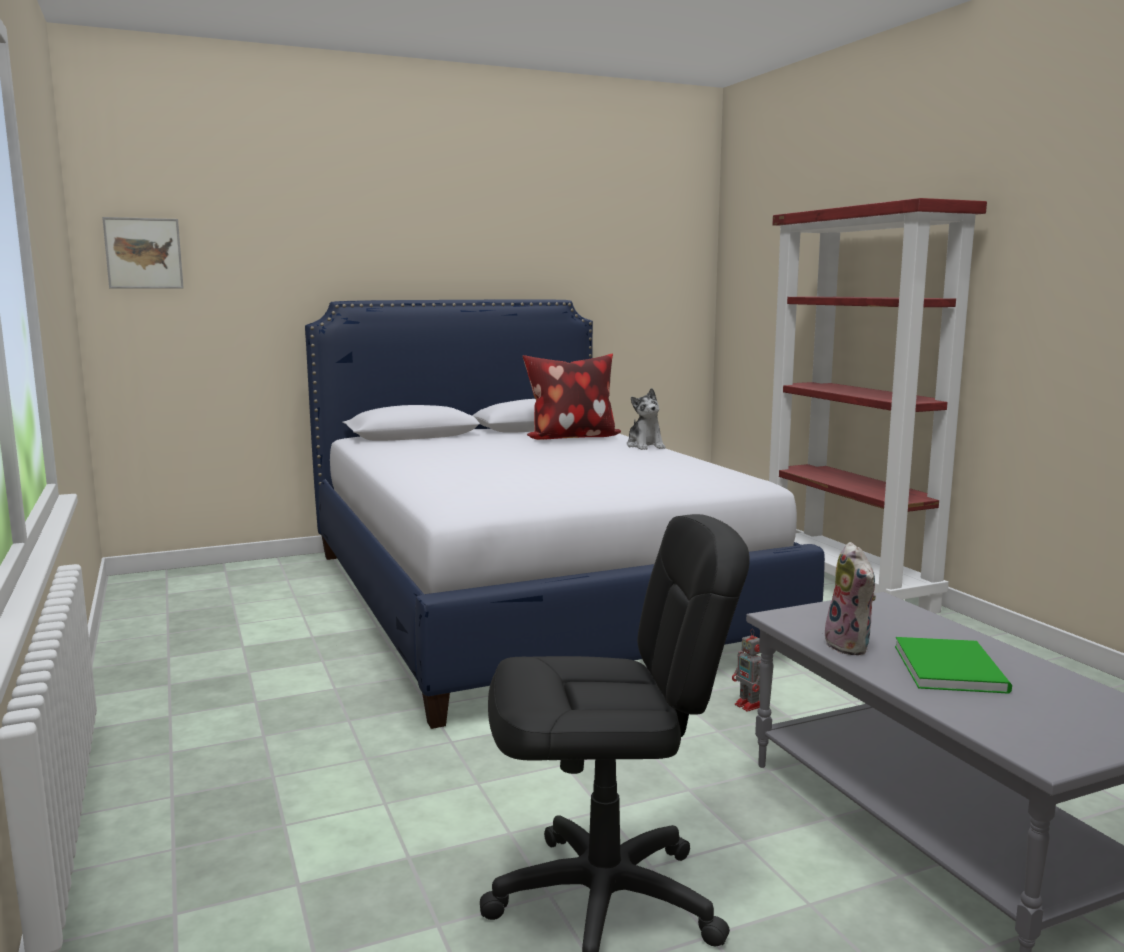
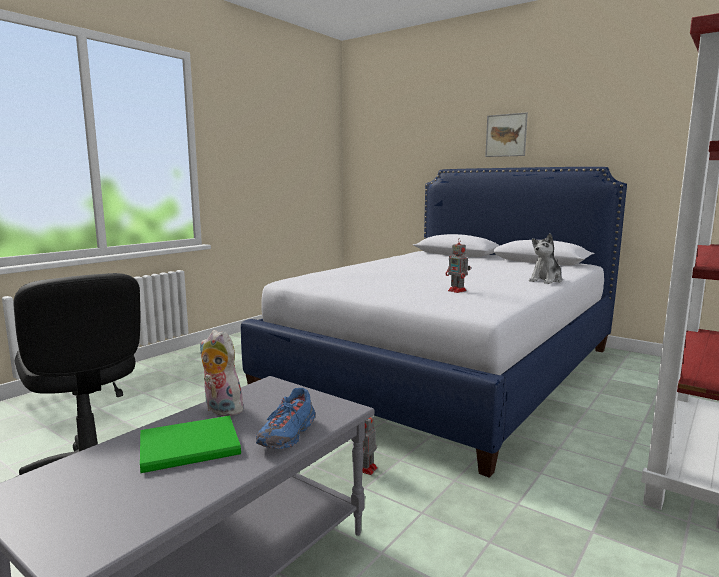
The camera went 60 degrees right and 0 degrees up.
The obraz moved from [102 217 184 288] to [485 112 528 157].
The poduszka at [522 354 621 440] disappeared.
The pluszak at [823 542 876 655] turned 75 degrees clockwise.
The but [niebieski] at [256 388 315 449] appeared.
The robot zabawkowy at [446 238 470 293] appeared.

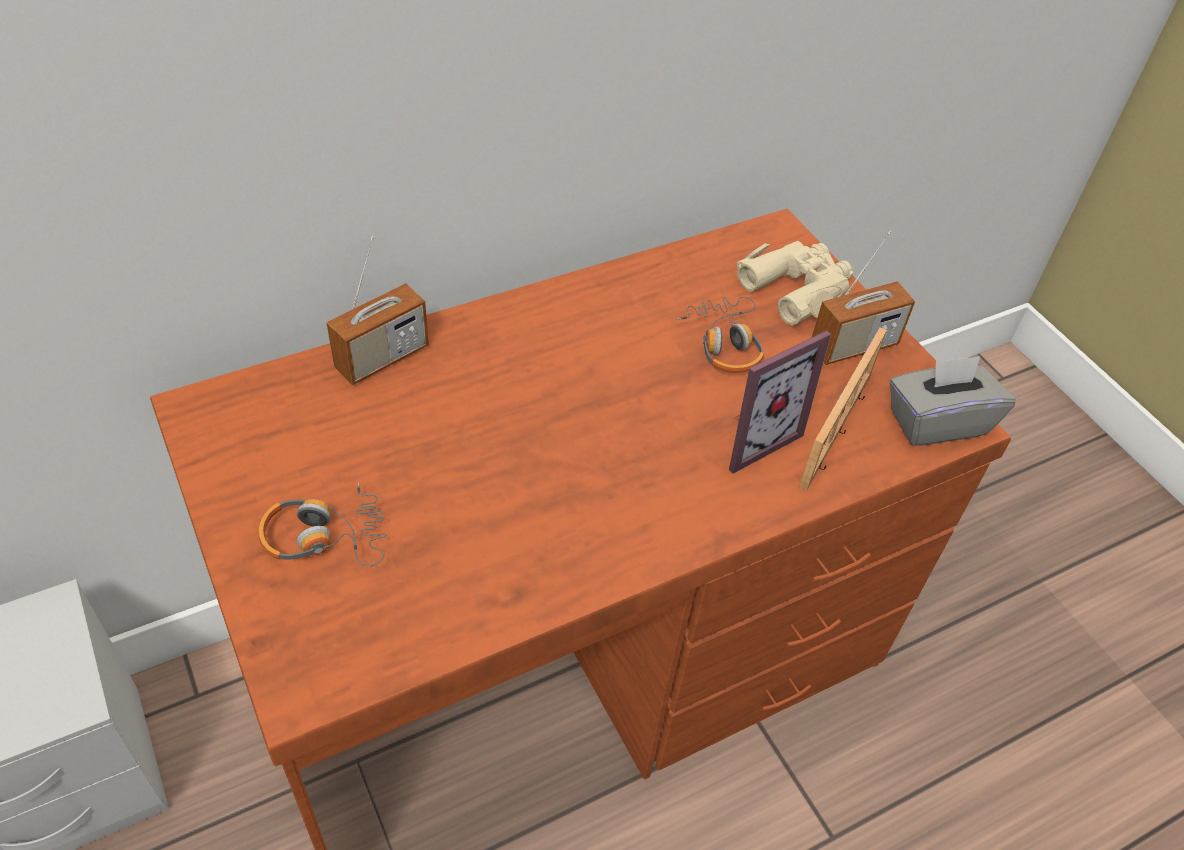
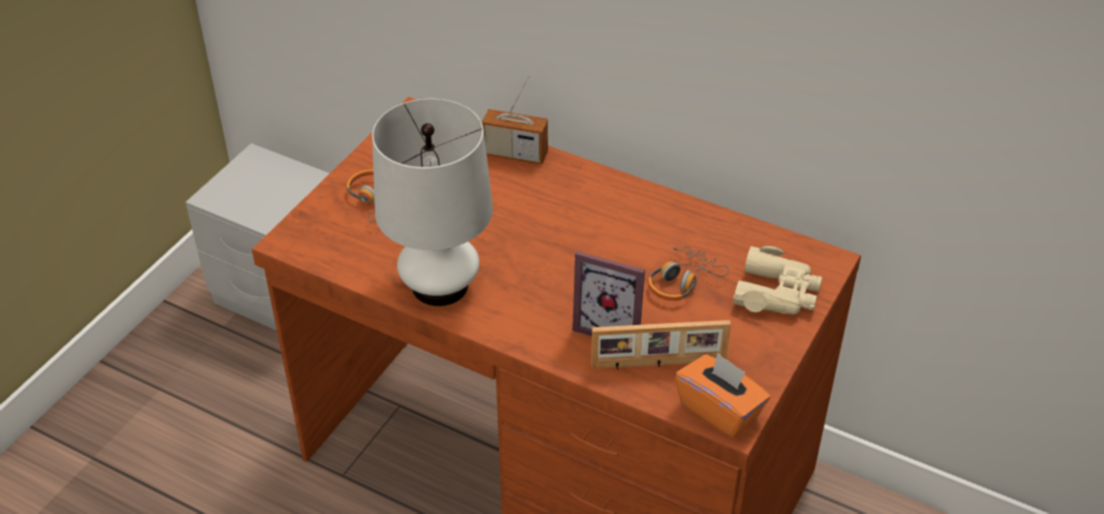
The camera went 60 degrees right and 5 degrees down.
The radio at [812 231 915 365] disappeared.
The pudełko chusteczek [szary] at [890 356 1016 446] became the pudełko chusteczek [pomarańczowy] at [675 353 770 438].
The lampa stołowa [biały] at [372 99 493 306] appeared.

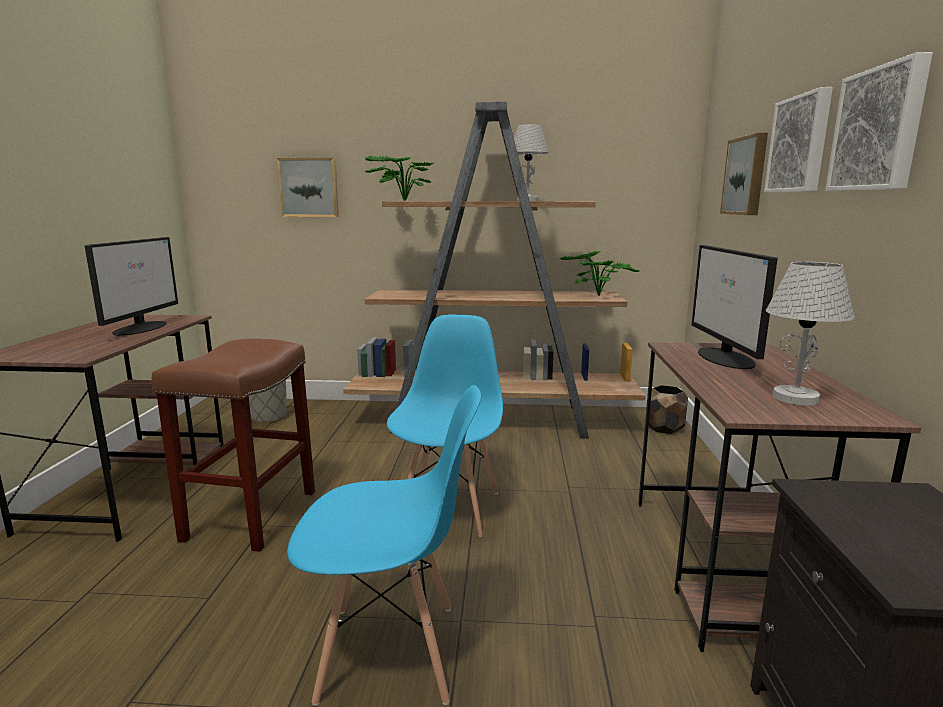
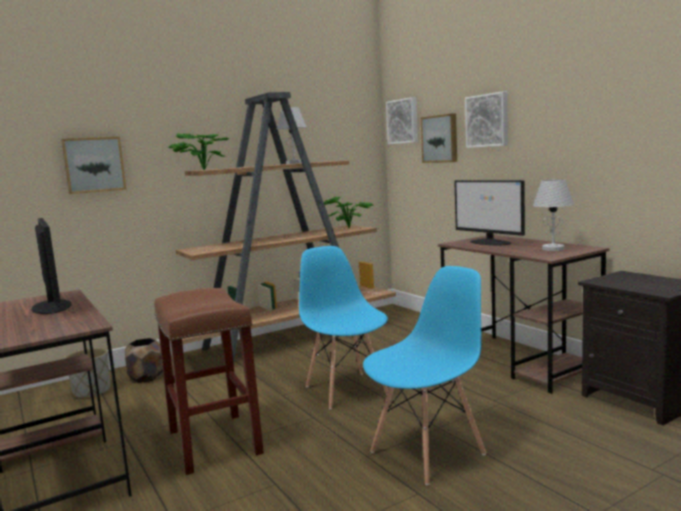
The camera went 35 degrees left and 5 degrees down.
The donica [brązowy] moved from [649 385 688 434] to [125 338 163 383].
The obraz moved from [825 52 933 191] to [386 97 418 144].

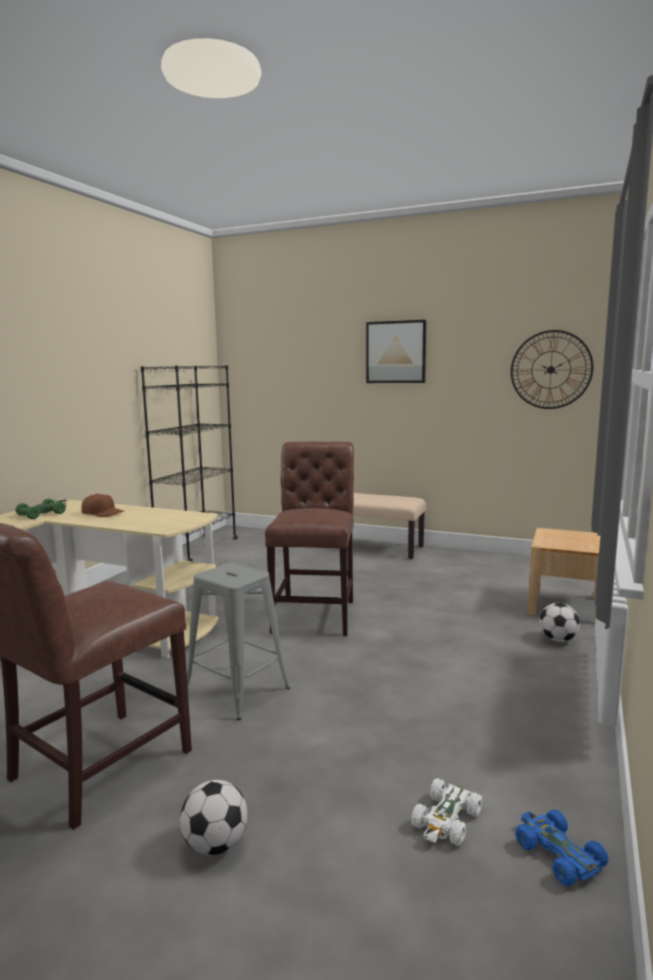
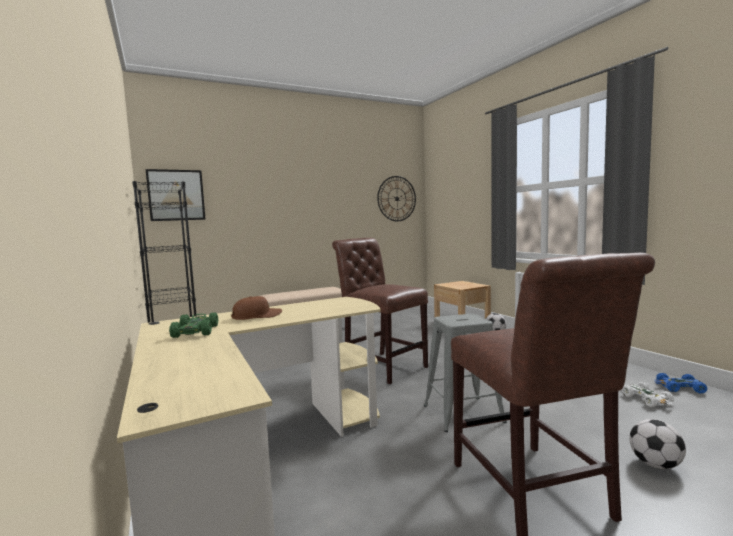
The camera went 50 degrees left and 5 degrees down.
The obraz moved from [366 320 426 383] to [145 169 206 221].

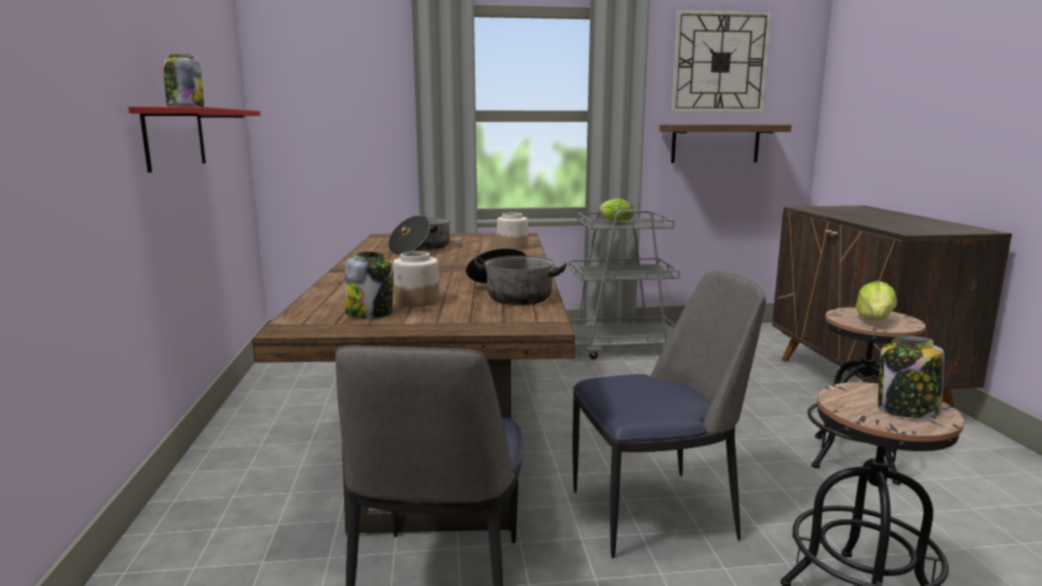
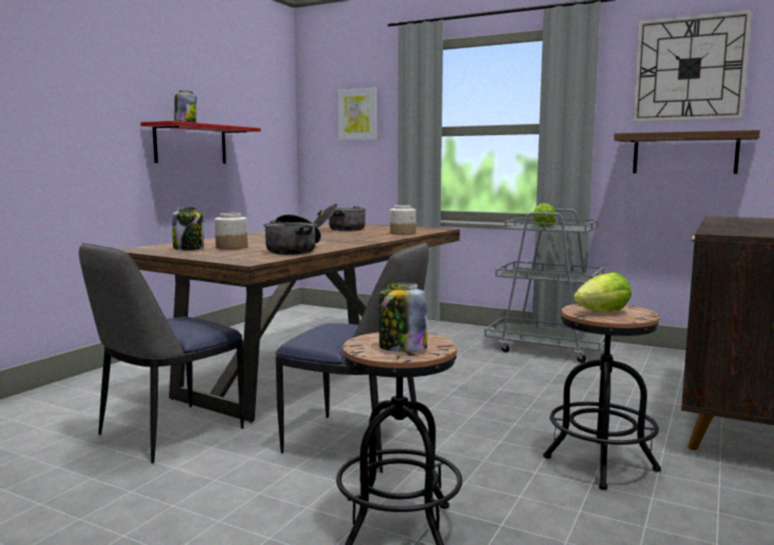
The camera went 35 degrees right and 5 degrees down.
The obraz at [338 88 377 140] appeared.

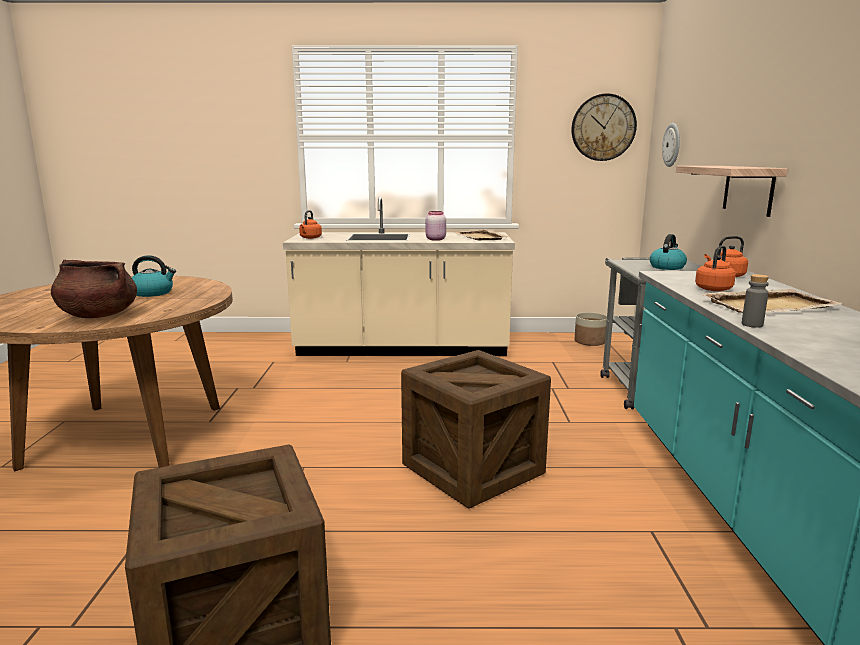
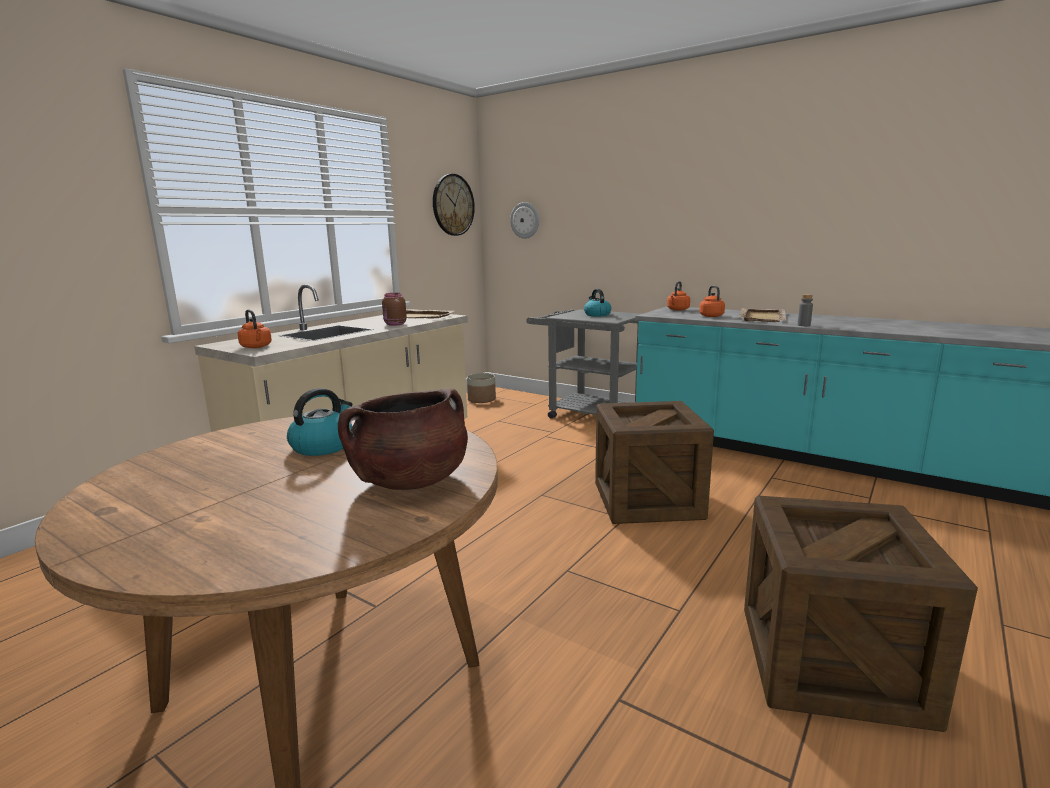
The camera went 55 degrees left and 0 degrees up.
The słoik [różowy] at [426 211 446 241] became the słoik [brązowy] at [382 293 407 326].
The półka at [676 166 788 217] disappeared.

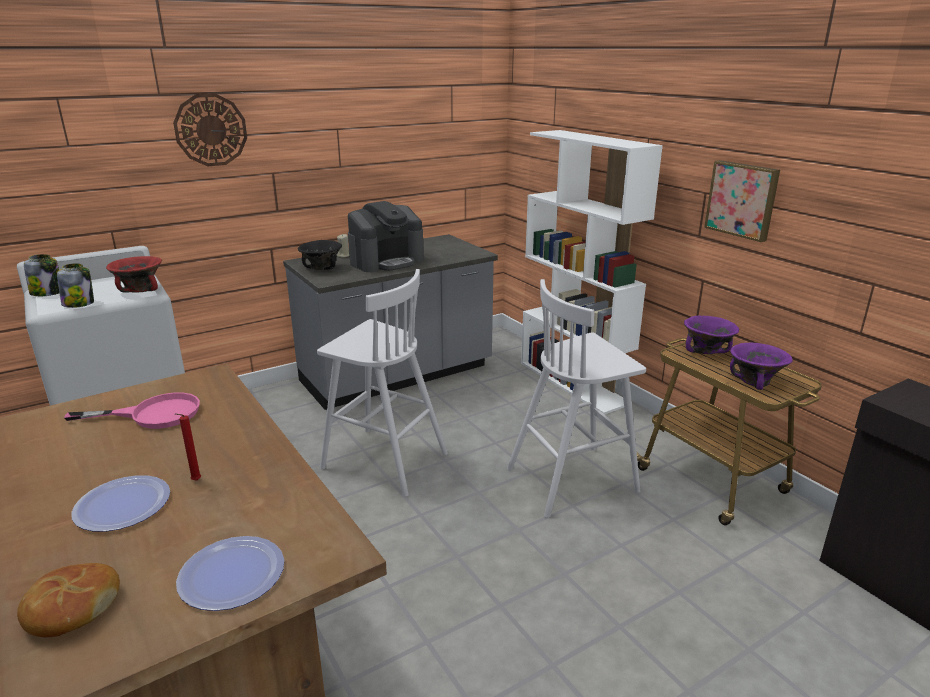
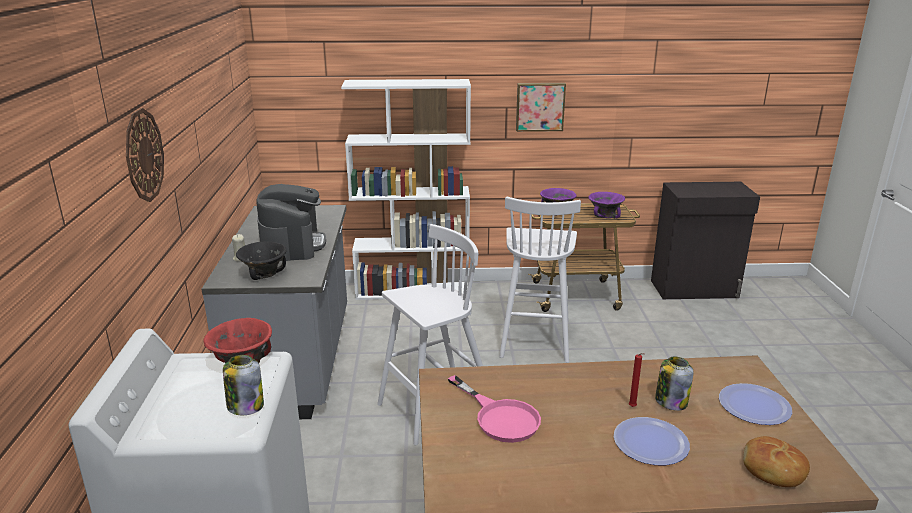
The camera went 60 degrees left and 0 degrees up.
The słoik moved from [24 254 59 296] to [655 356 694 411].
The patelnia [różowy] at [64 392 200 429] turned 120 degrees clockwise.

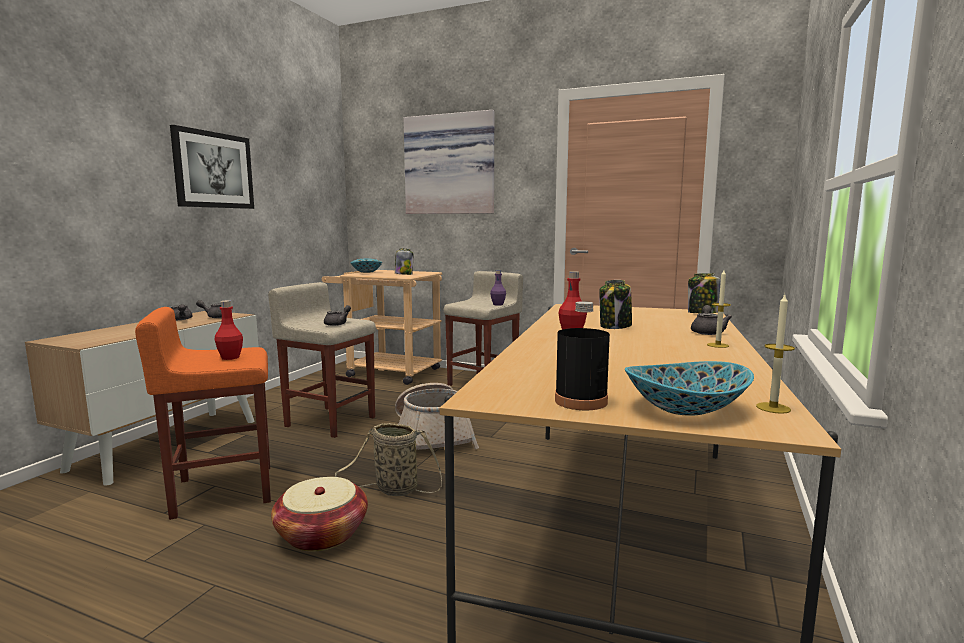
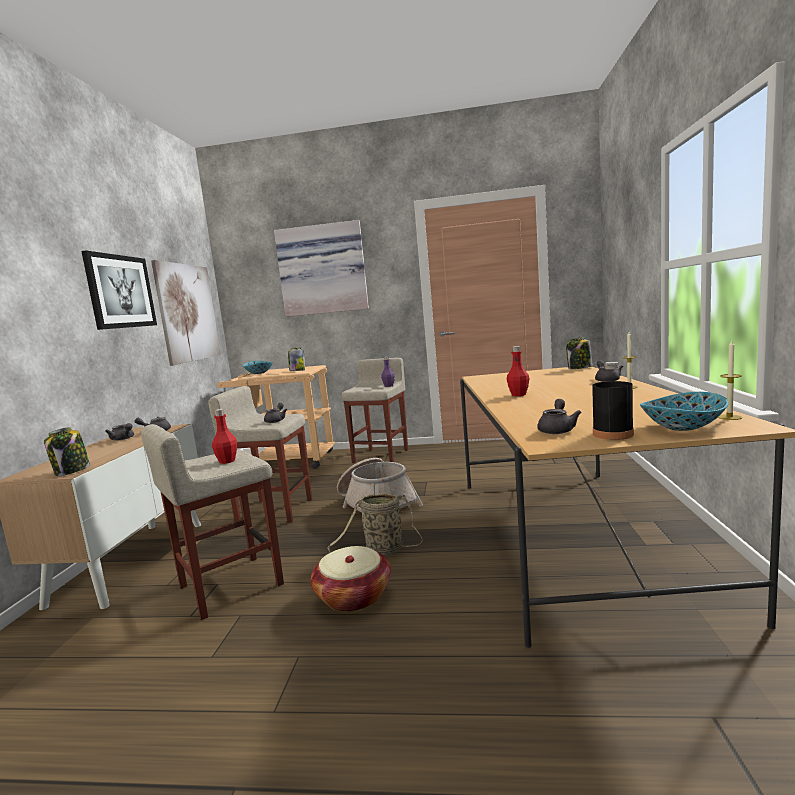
The camera went 15 degrees left and 0 degrees up.
The stołek [pomarańczowy] at [135 307 271 520] became the stołek [beżowy] at [141 424 284 620].
The słoik moved from [599 280 632 329] to [44 427 90 476].
The obraz at [151 260 221 366] appeared.
The imbryk [szary] at [537 399 582 434] appeared.

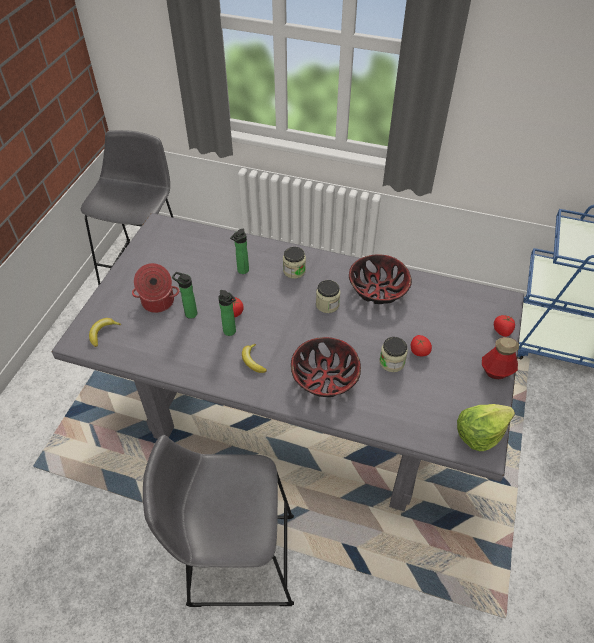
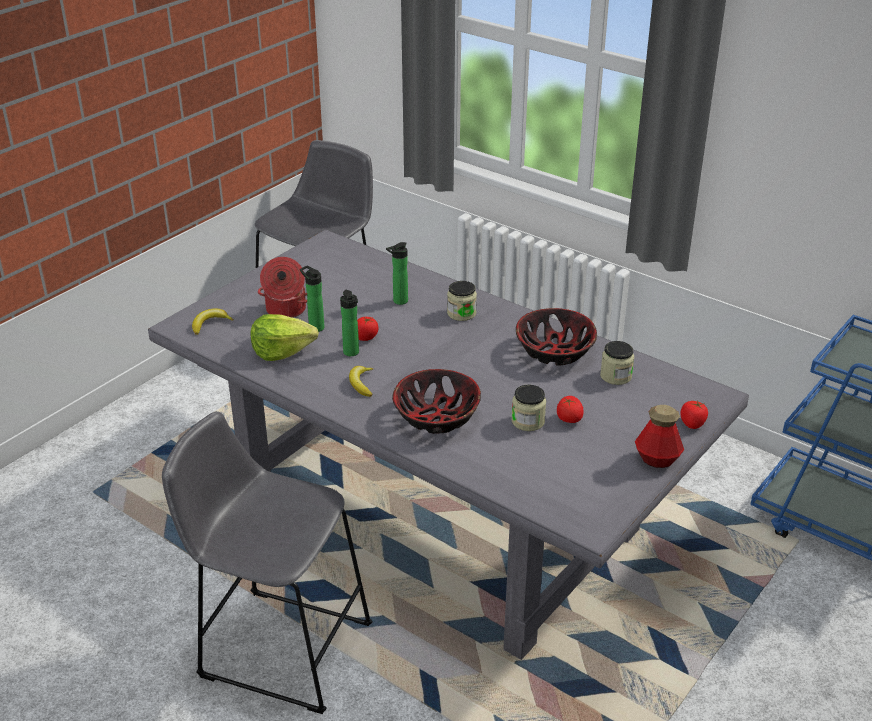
The camera went 20 degrees right and 15 degrees down.
The słoik moved from [316 280 340 313] to [600 341 634 385].
The sałata moved from [457 404 515 451] to [251 314 319 361].

